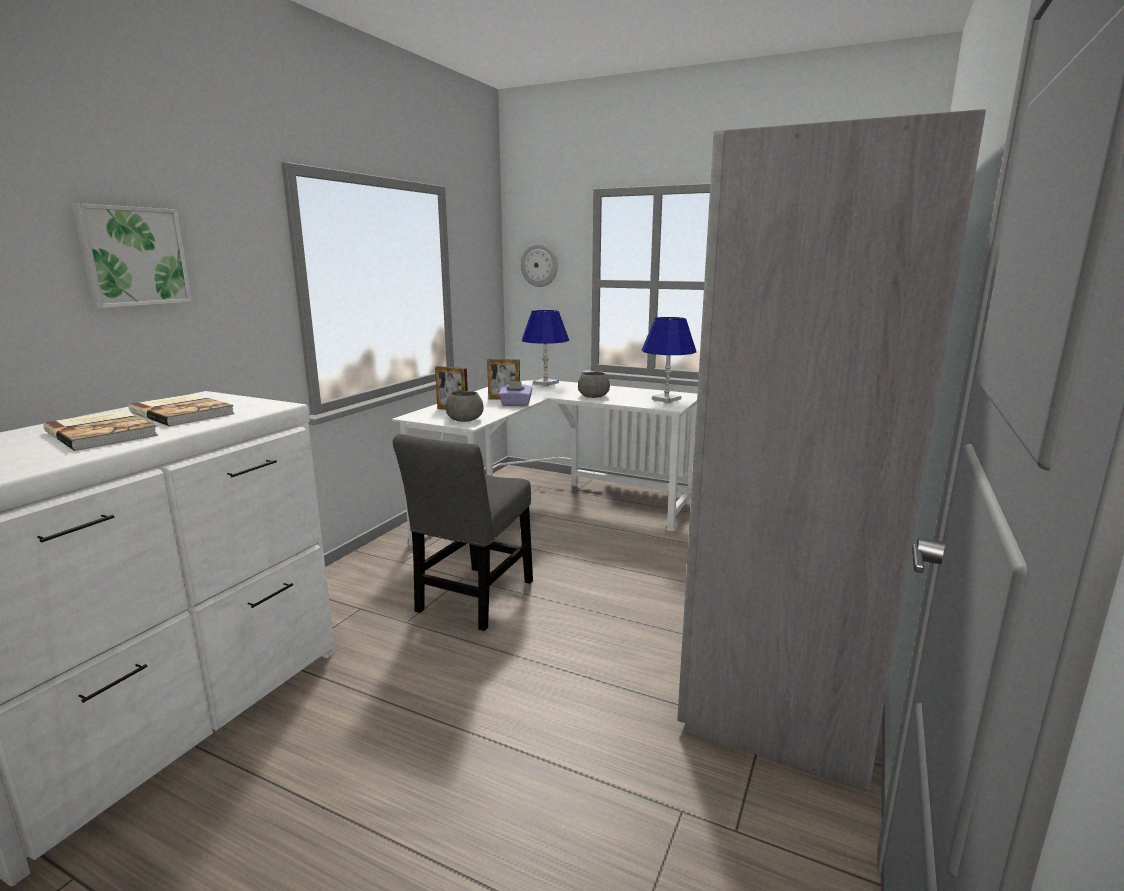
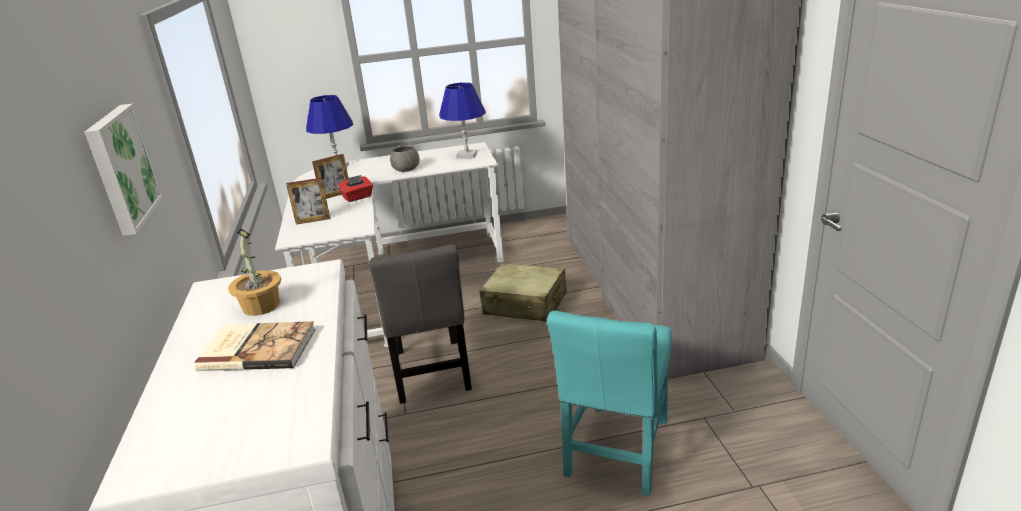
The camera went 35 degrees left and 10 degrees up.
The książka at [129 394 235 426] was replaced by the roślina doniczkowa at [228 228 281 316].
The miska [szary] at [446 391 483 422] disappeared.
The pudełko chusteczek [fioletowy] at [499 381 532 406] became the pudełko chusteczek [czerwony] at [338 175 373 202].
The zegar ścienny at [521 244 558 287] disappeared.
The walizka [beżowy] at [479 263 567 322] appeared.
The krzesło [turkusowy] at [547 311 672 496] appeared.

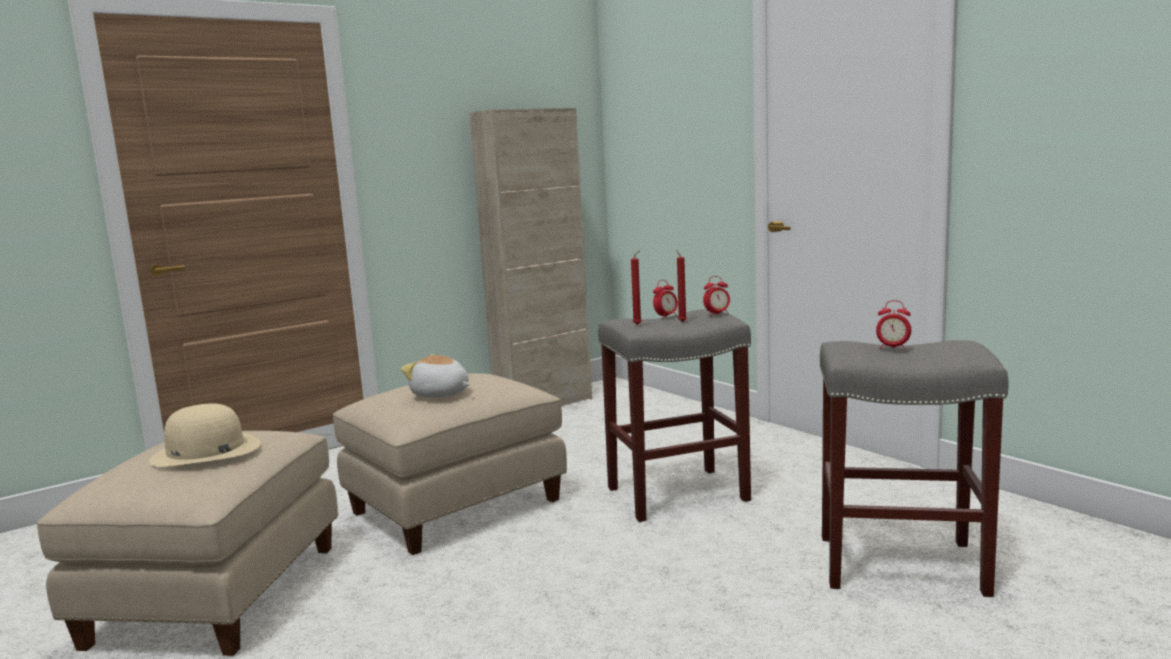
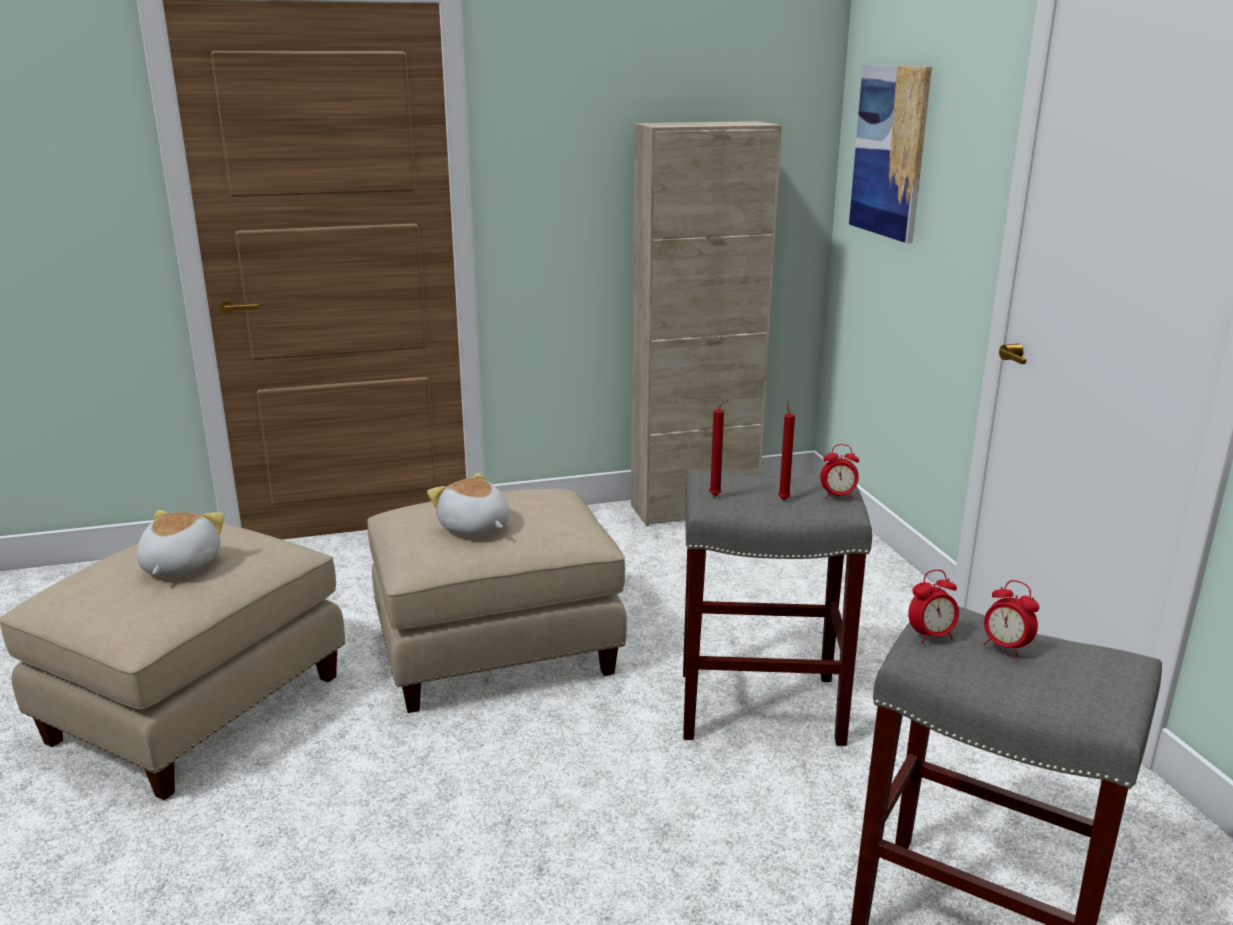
The camera went 20 degrees right and 10 degrees up.
The kapelusz [beżowy] at [149 404 261 467] was replaced by the pluszak at [137 510 224 577].
The budzik moved from [653 280 678 319] to [908 570 959 644].
The obraz at [849 65 932 243] appeared.

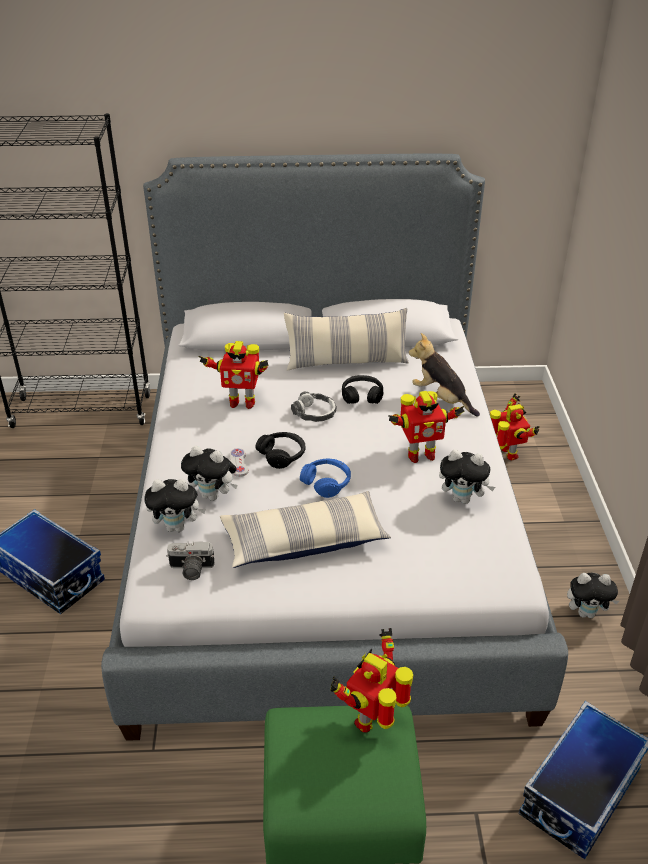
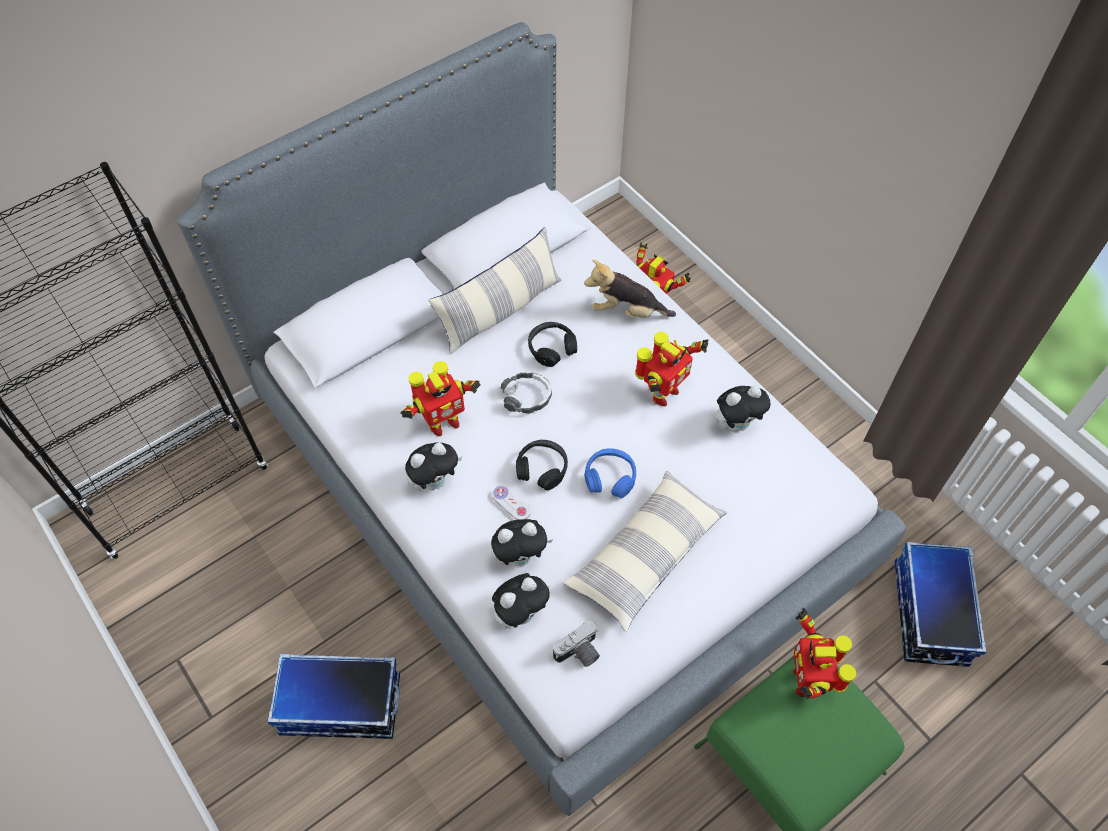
The camera went 35 degrees left and 20 degrees up.
The pluszak moved from [567 573 619 618] to [405 442 462 491].

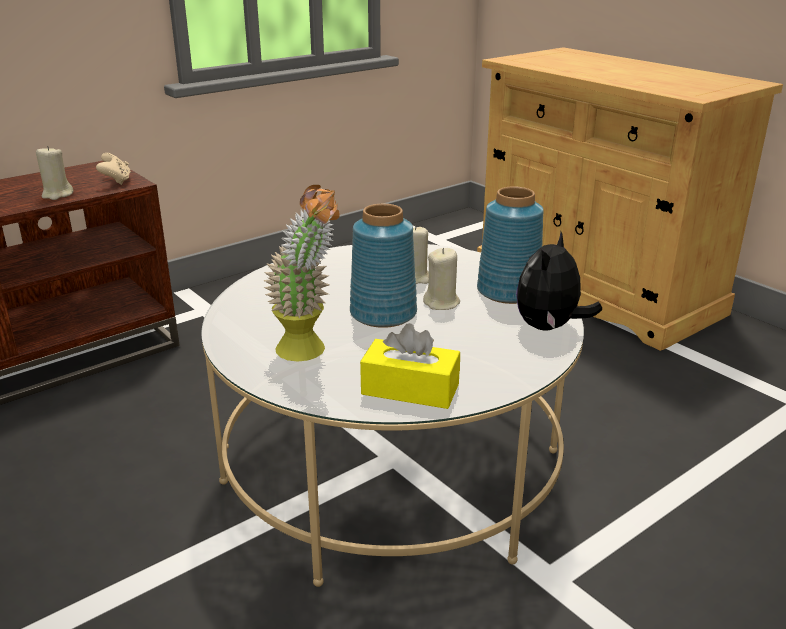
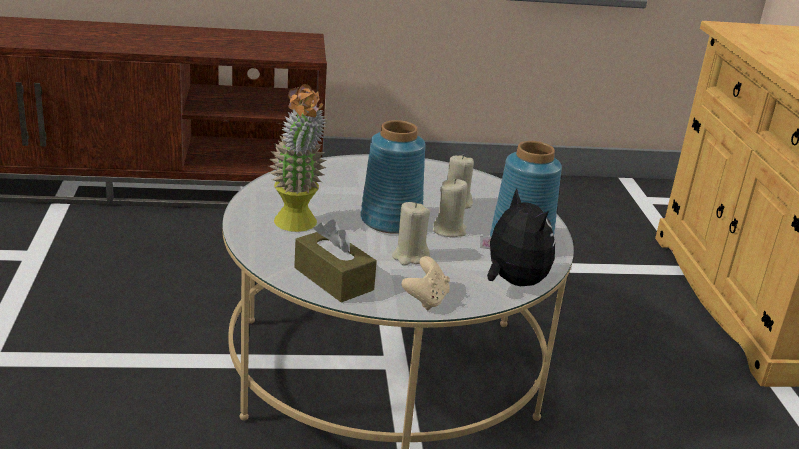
The camera went 30 degrees right and 0 degrees up.
The świeca [beżowy] moved from [36 146 73 200] to [392 202 430 265].
The pad do gier [beżowy] moved from [96 153 131 185] to [401 256 450 311].
The pudełko chusteczek [żółty] at [360 323 460 409] became the pudełko chusteczek [brązowy] at [294 219 377 302].
The pluszak at [516 232 602 331] turned 90 degrees clockwise.

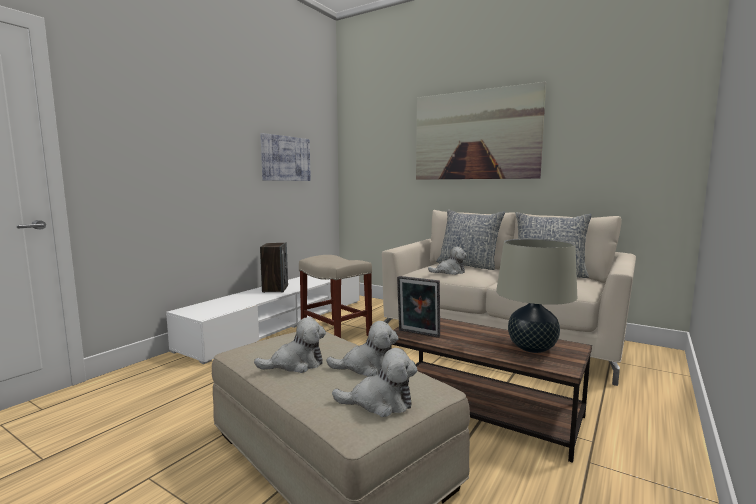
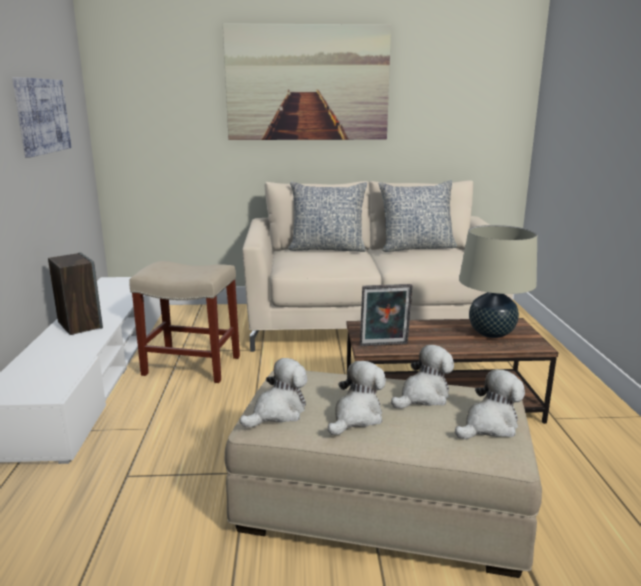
The camera went 35 degrees left and 10 degrees up.
The pluszak moved from [428 247 467 275] to [240 358 307 427].

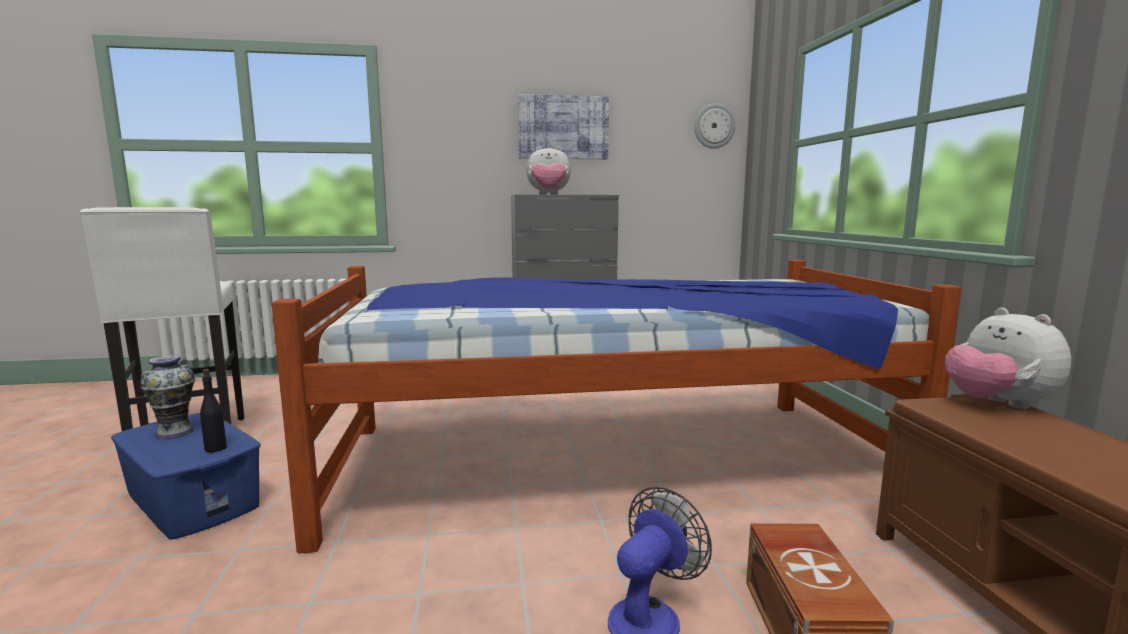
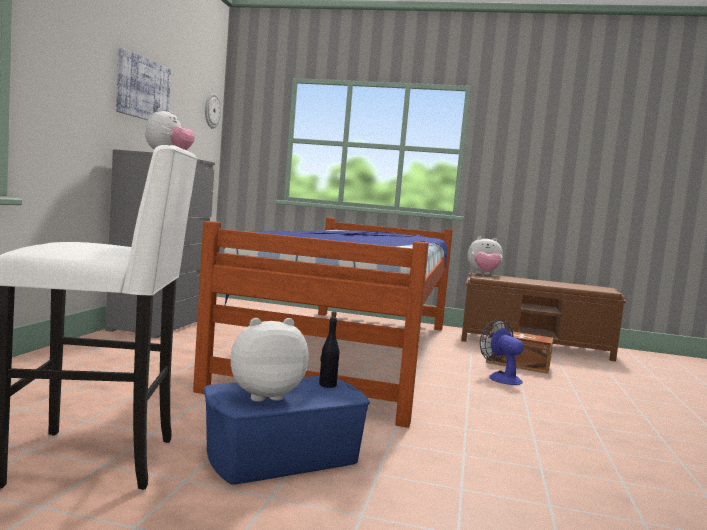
The camera went 70 degrees left and 5 degrees down.
The wazon at [140 355 195 439] was replaced by the pluszak at [230 318 309 402].

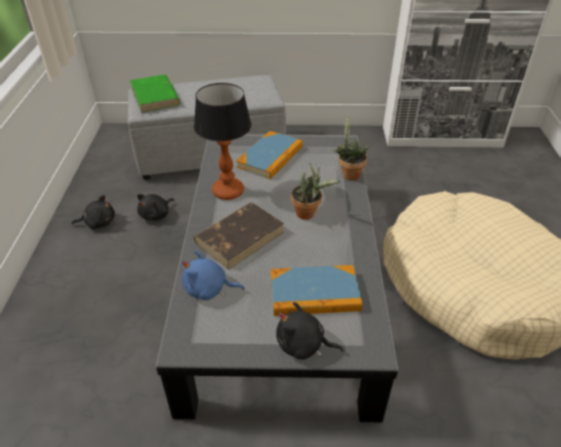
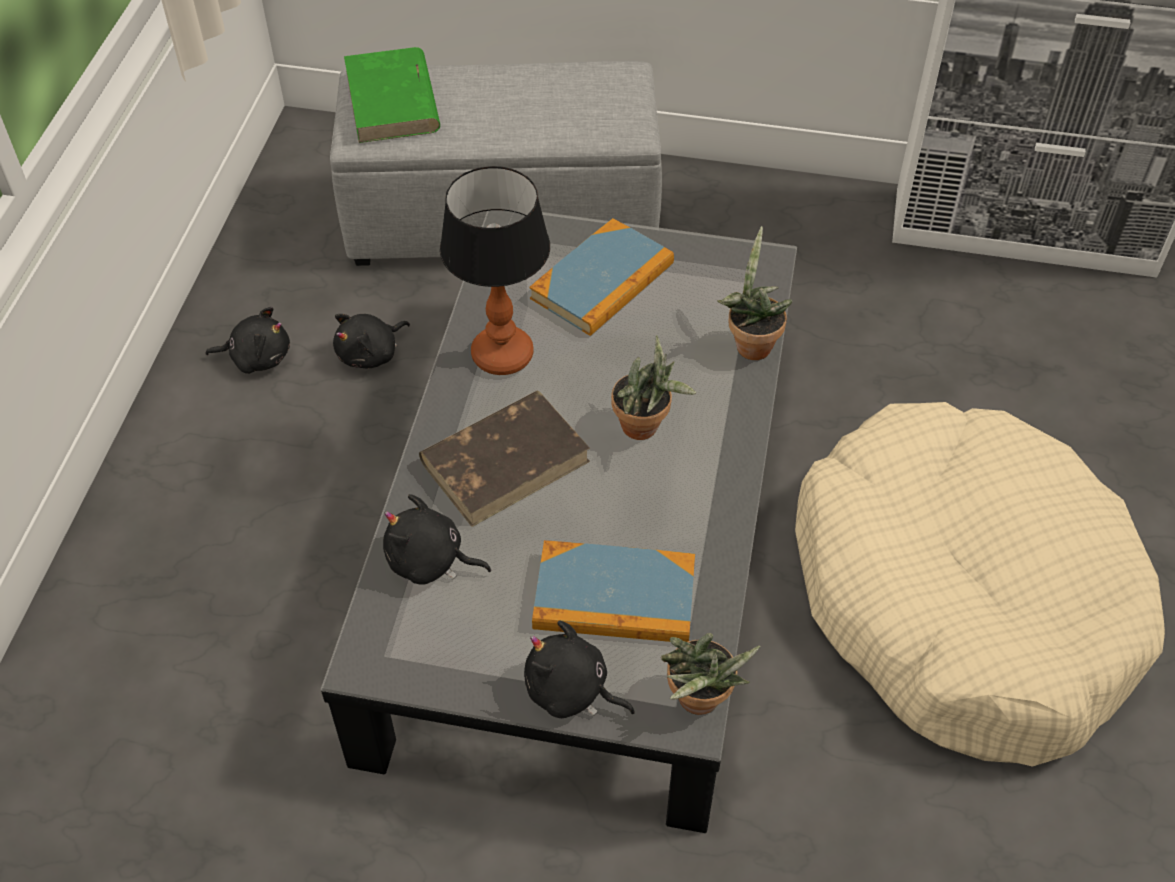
The camera went 10 degrees right and 10 degrees up.
The pluszak [niebieski] at [182 251 244 300] became the pluszak [czarny] at [383 494 492 585].
The roślina doniczkowa at [661 633 760 715] appeared.

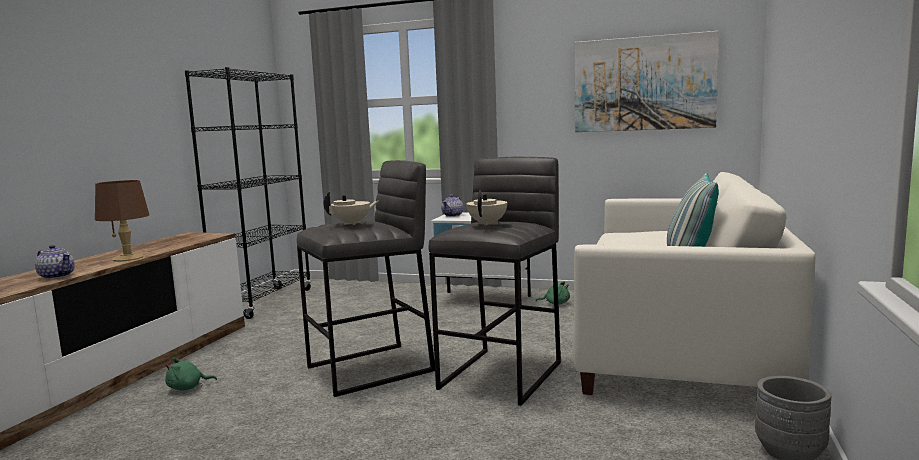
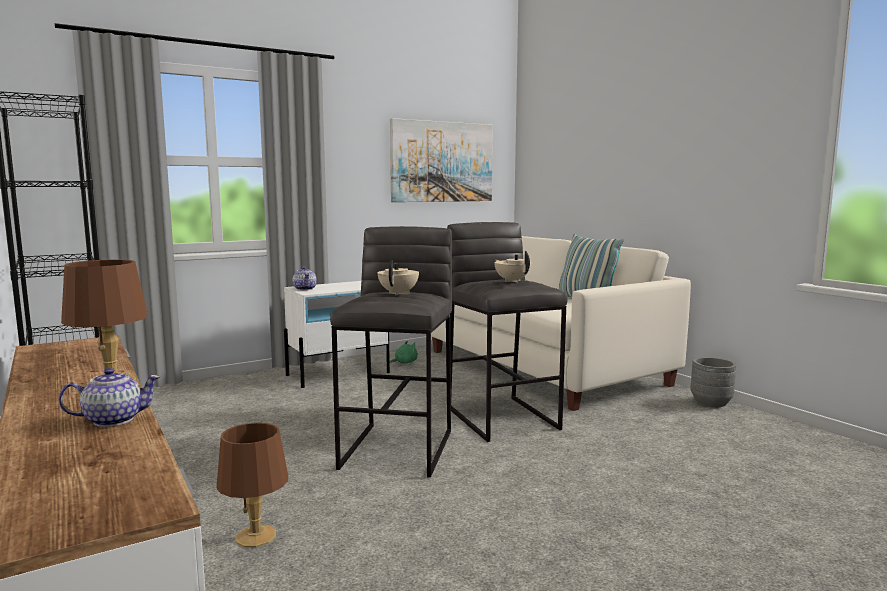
The camera went 50 degrees left and 0 degrees up.
The pluszak [zielony] at [165 358 217 390] was replaced by the lampa stołowa [brązowy] at [216 422 288 548].

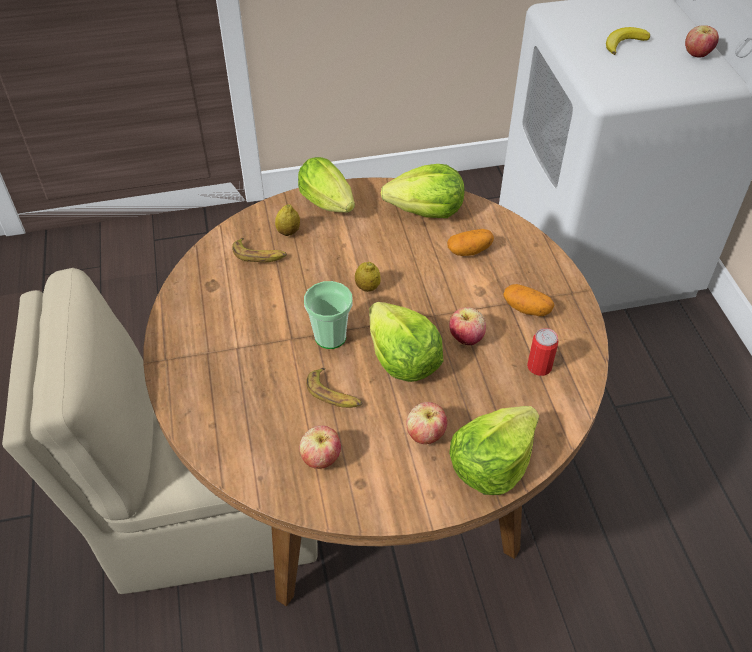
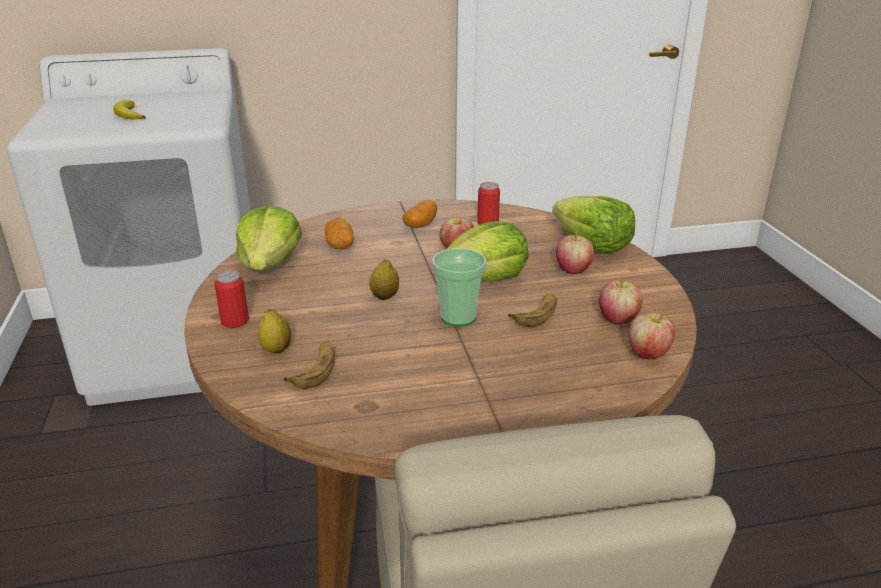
The camera went 90 degrees left and 20 degrees down.
The sałata at [298 157 355 213] was replaced by the puszka at [214 270 249 328].
The jabłko moved from [685 25 719 57] to [629 312 675 359].

